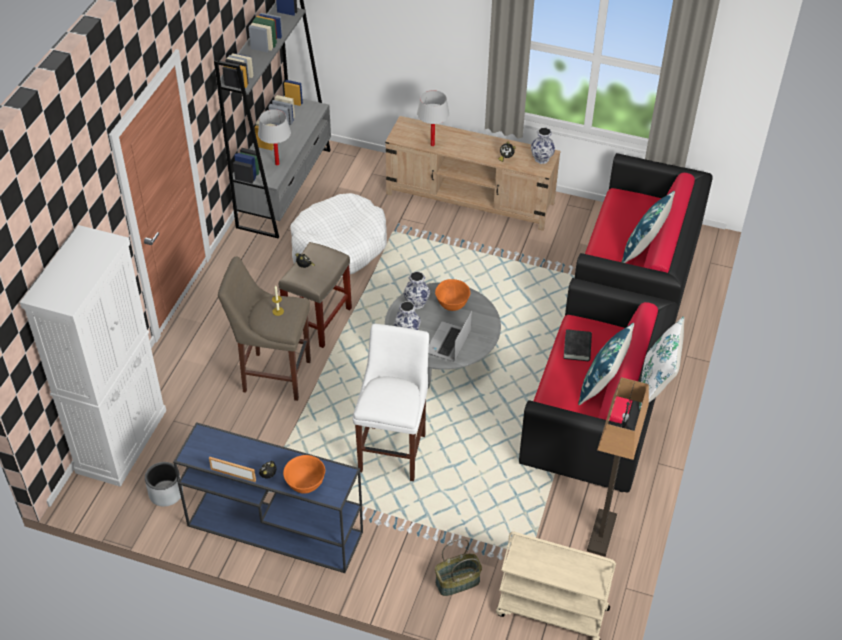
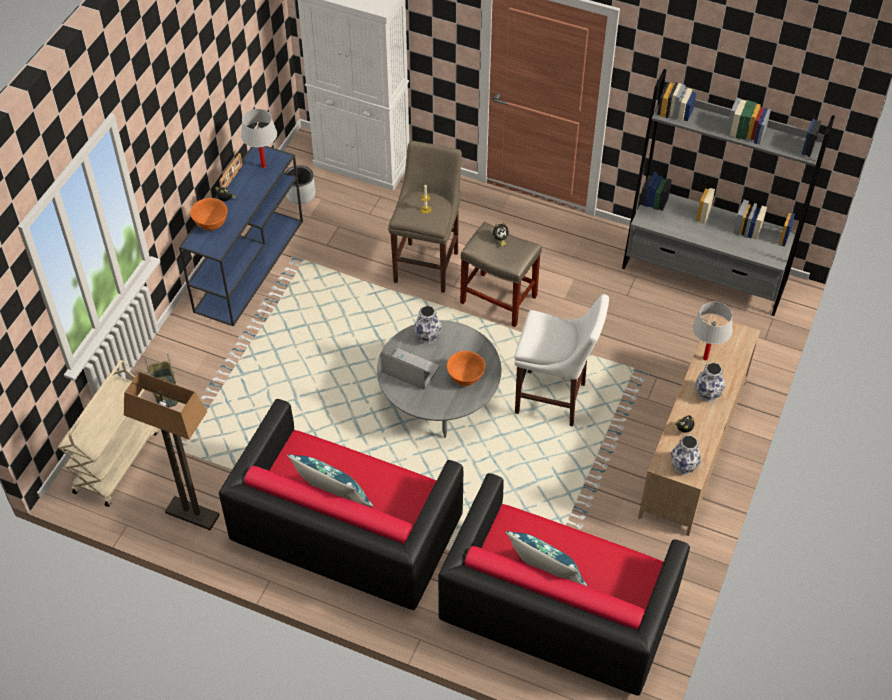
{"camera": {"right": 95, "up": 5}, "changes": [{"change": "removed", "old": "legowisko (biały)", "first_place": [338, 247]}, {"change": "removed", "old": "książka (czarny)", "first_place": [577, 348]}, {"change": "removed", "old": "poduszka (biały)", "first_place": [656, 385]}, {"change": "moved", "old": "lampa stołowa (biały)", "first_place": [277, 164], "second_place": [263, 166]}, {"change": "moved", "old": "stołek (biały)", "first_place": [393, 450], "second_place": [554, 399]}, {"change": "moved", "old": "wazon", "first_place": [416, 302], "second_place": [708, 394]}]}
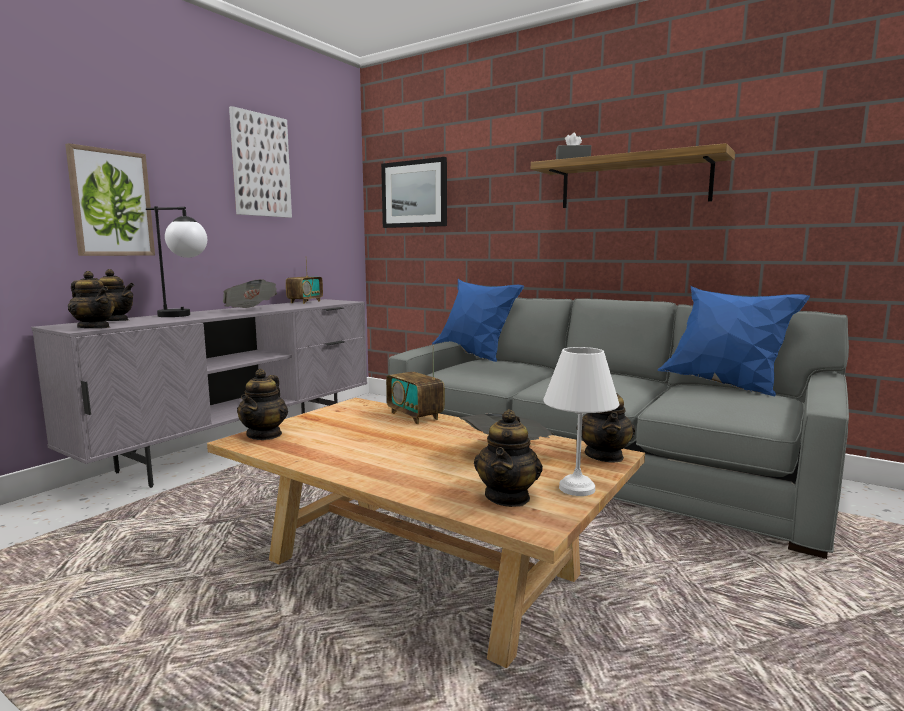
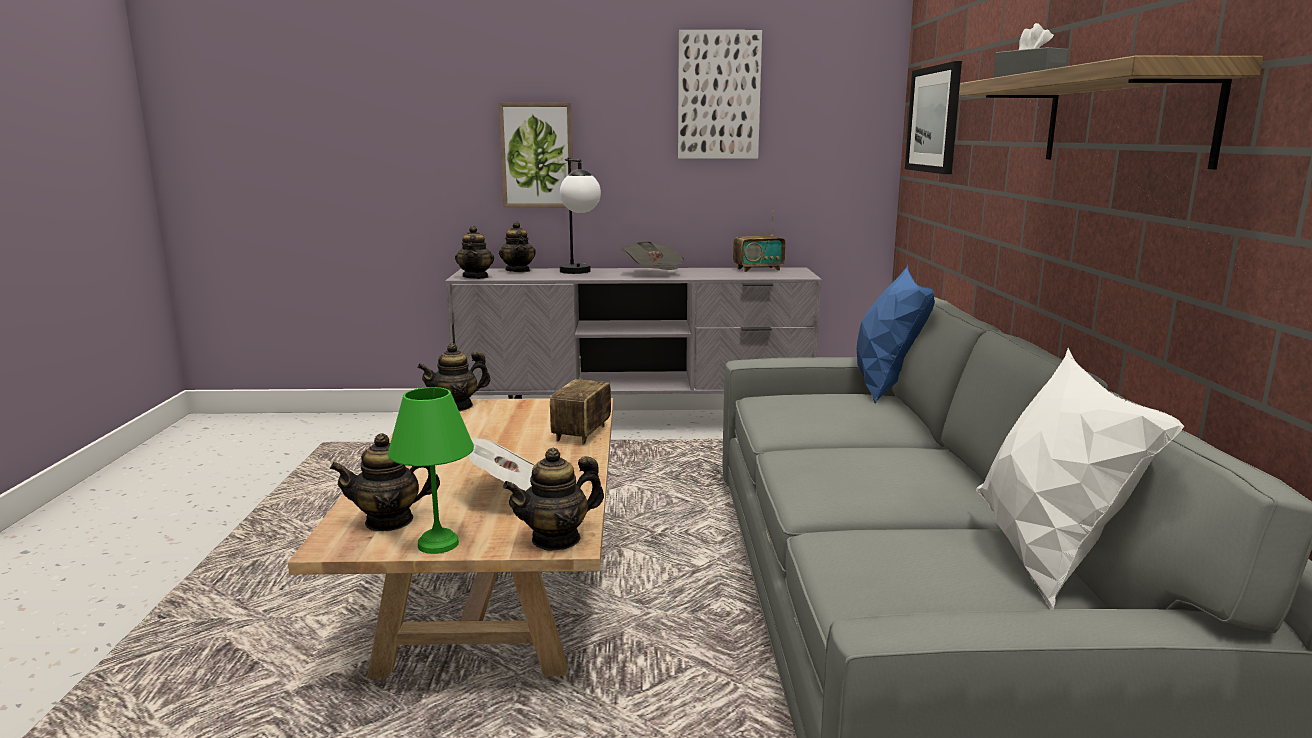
{"camera": {"right": 55, "up": 5}, "changes": [{"change": "recoloured", "old": "lampa stołowa (biały)", "new": "lampa stołowa (zielony)", "first_place": [577, 489], "second_place": [436, 544]}, {"change": "recoloured", "old": "poduszka (niebieski)", "new": "poduszka (biały)", "first_place": [724, 386], "second_place": [1044, 560]}]}
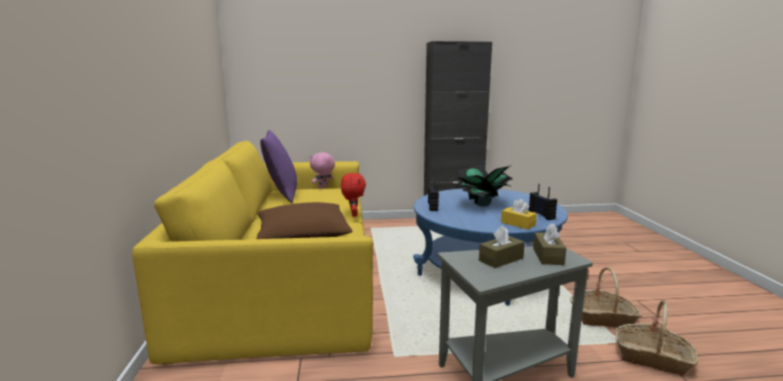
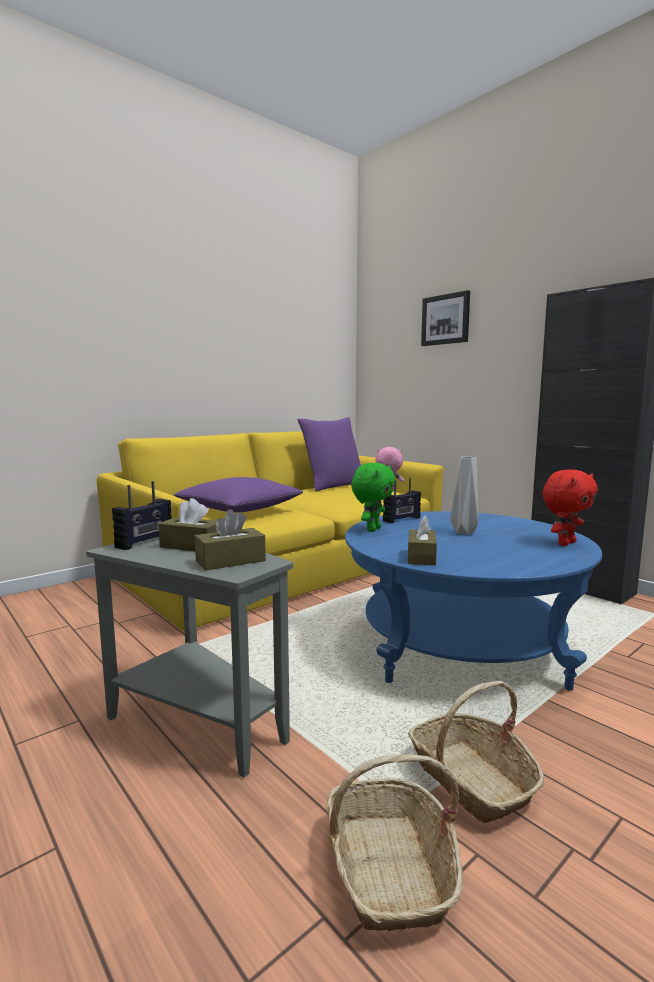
{"camera": {"right": 55, "up": -5}, "changes": [{"change": "added", "new": "pluszak (zielony)", "second_place": [372, 529]}, {"change": "added", "new": "obraz", "second_place": [445, 319]}, {"change": "moved", "old": "pluszak (czerwony)", "first_place": [353, 215], "second_place": [565, 543]}, {"change": "moved", "old": "radio", "first_place": [541, 215], "second_place": [145, 542]}, {"change": "replaced", "old": "roślina doniczkowa", "new": "wazon (szary)", "first_place": [482, 204], "second_place": [465, 533]}, {"change": "recoloured", "old": "poduszka (brązowy)", "new": "poduszka (fioletowy)", "first_place": [302, 235], "second_place": [239, 509]}, {"change": "recoloured", "old": "pudełko chusteczek (żółty)", "new": "pudełko chusteczek (brązowy)", "first_place": [518, 224], "second_place": [421, 557]}]}
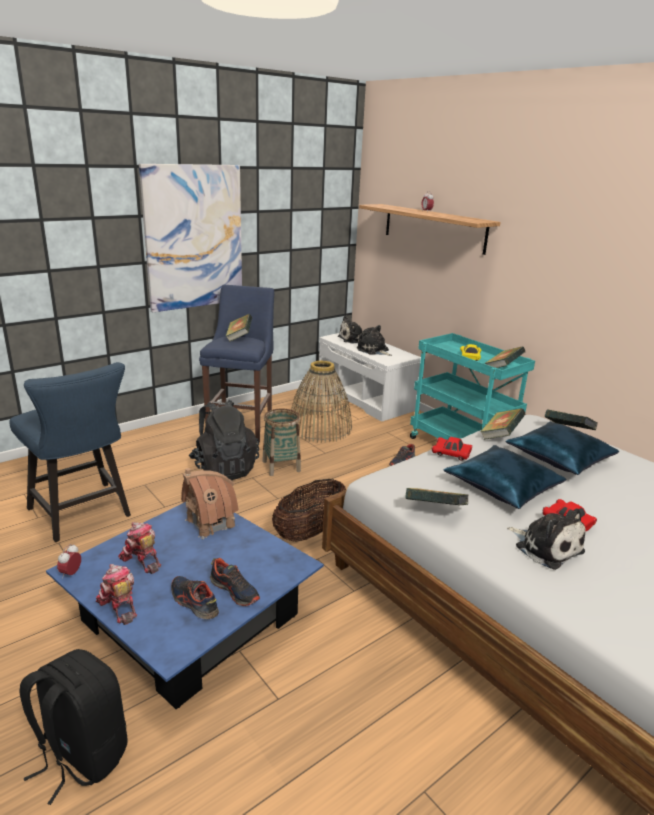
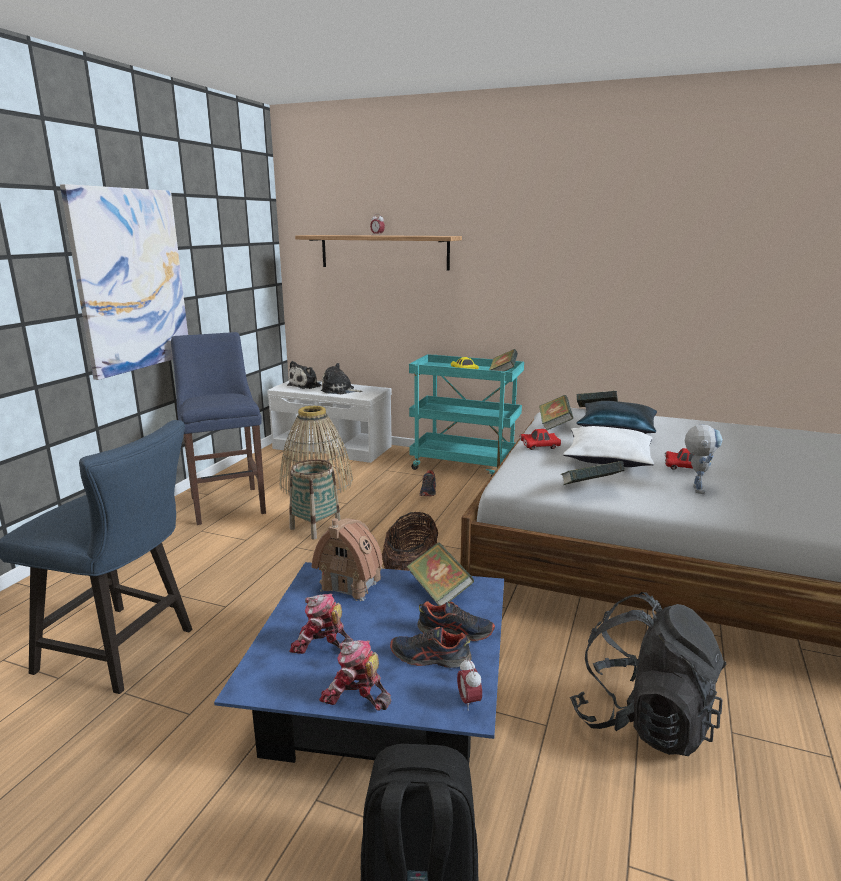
{"camera": {"right": -30, "up": -5}, "changes": [{"change": "moved", "old": "budzik", "first_place": [71, 573], "second_place": [469, 701]}, {"change": "moved", "old": "plecak (czarny)", "first_place": [224, 469], "second_place": [643, 721]}, {"change": "moved", "old": "książka", "first_place": [239, 338], "second_place": [439, 591]}, {"change": "replaced", "old": "pluszak", "new": "robot zabawkowy", "first_place": [546, 547], "second_place": [696, 487]}, {"change": "recoloured", "old": "poduszka (niebieski)", "new": "poduszka (biały)", "first_place": [502, 486], "second_place": [608, 458]}]}
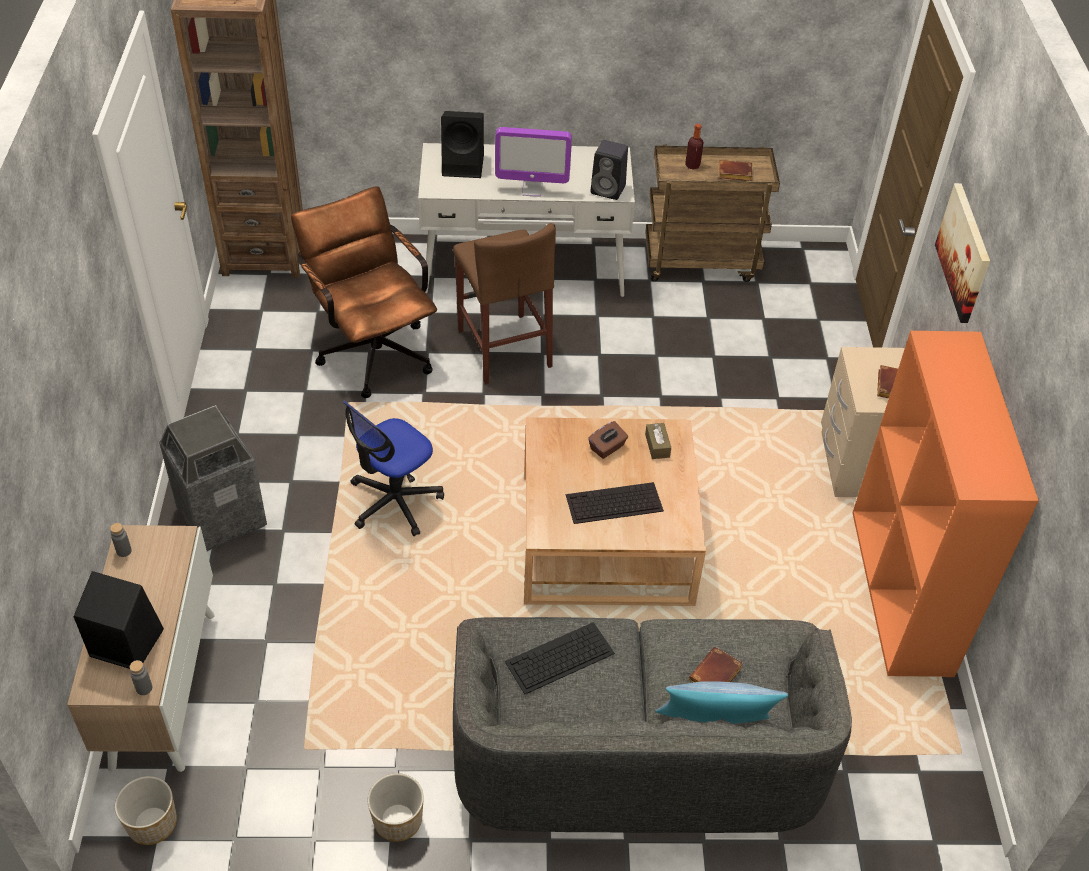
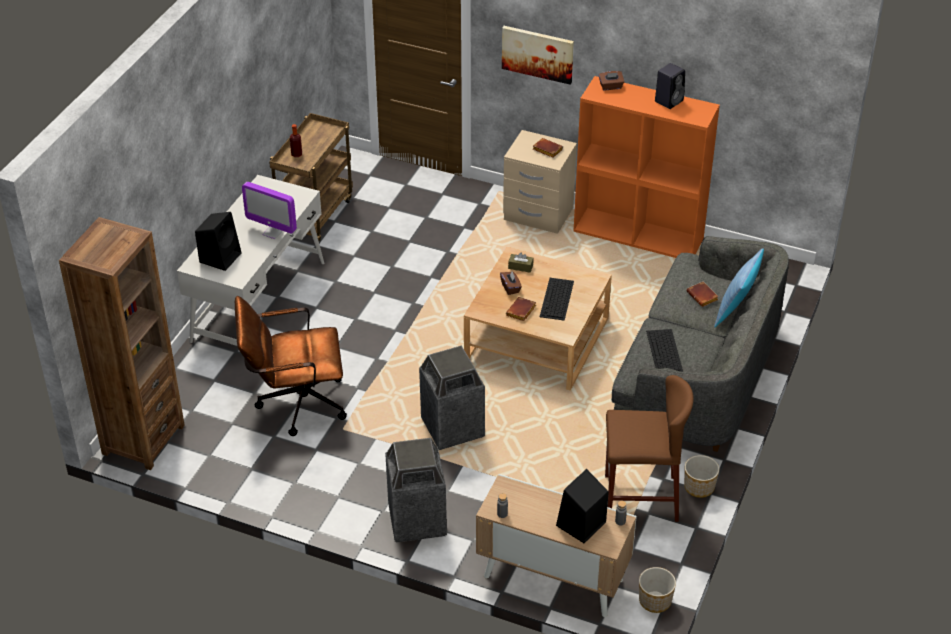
{"camera": {"right": -65, "up": -5}, "changes": [{"change": "added", "new": "pudełko chusteczek (brązowy)", "second_place": [611, 87]}, {"change": "moved", "old": "stołek (brązowy)", "first_place": [504, 348], "second_place": [640, 498]}, {"change": "moved", "old": "głośnik (czarny)", "first_place": [609, 190], "second_place": [669, 100]}, {"change": "moved", "old": "książka (brązowy)", "first_place": [733, 174], "second_place": [521, 312]}, {"change": "replaced", "old": "krzesło biurowe", "new": "kosz na śmieci", "first_place": [394, 502], "second_place": [452, 428]}, {"change": "turned", "old": "monitor", "first_place": [532, 190], "second_place": [272, 232], "degrees": 90}]}
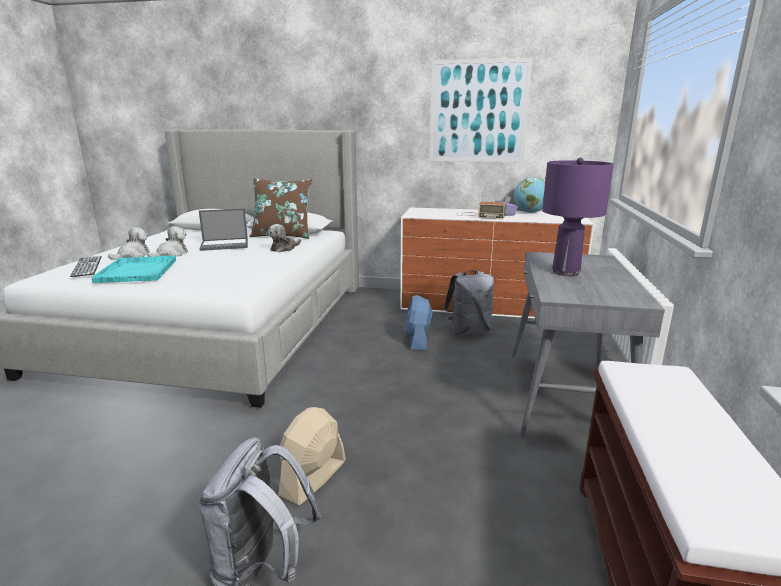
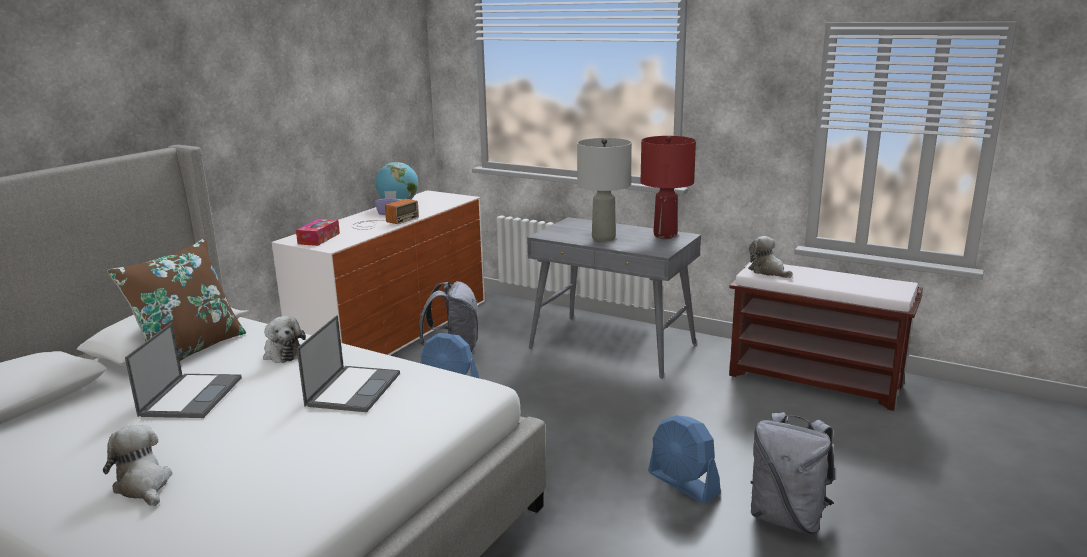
{"camera": {"right": -70, "up": 0}, "changes": [{"change": "removed", "old": "klawiatura", "first_place": [87, 266]}, {"change": "removed", "old": "taca (turkusowy)", "first_place": [138, 270]}, {"change": "removed", "old": "obraz", "first_place": [478, 111]}, {"change": "added", "new": "pudełko chusteczek", "second_place": [319, 238]}, {"change": "added", "new": "laptop", "second_place": [353, 389]}, {"change": "added", "new": "lampa stołowa (czerwony)", "second_place": [665, 235]}, {"change": "moved", "old": "pluszak", "first_place": [171, 254], "second_place": [768, 271]}, {"change": "recoloured", "old": "wentylator (beżowy)", "new": "wentylator (niebieski)", "first_place": [313, 478], "second_place": [683, 483]}, {"change": "recoloured", "old": "lampa stołowa (fioletowy)", "new": "lampa stołowa (szary)", "first_place": [565, 272], "second_place": [603, 238]}]}
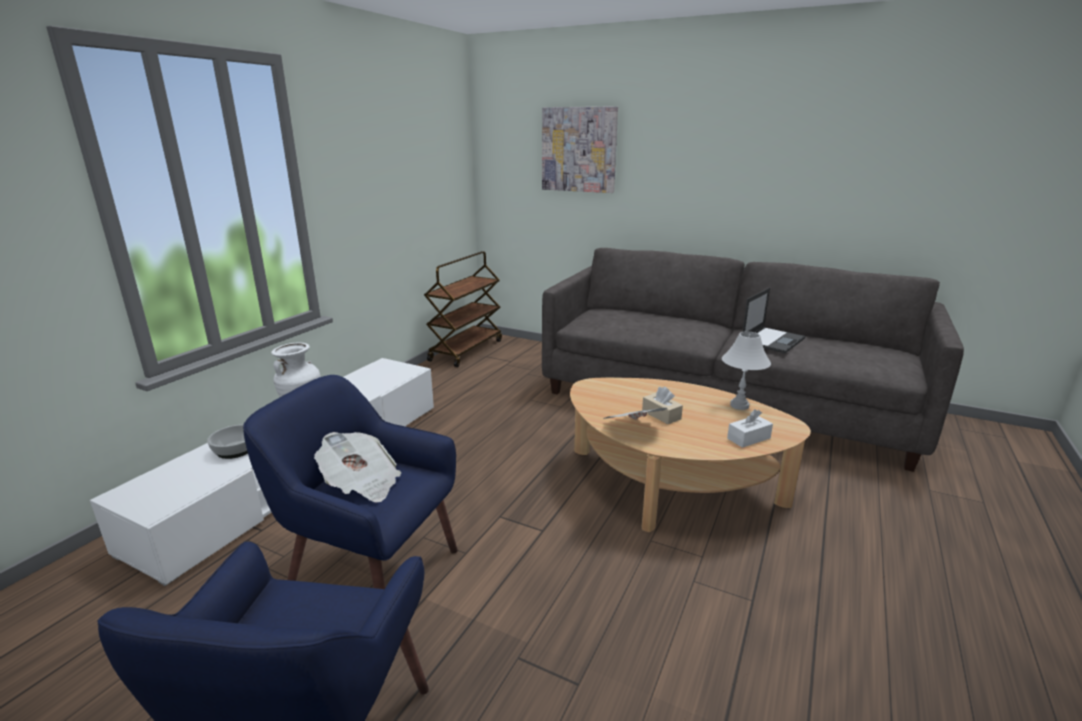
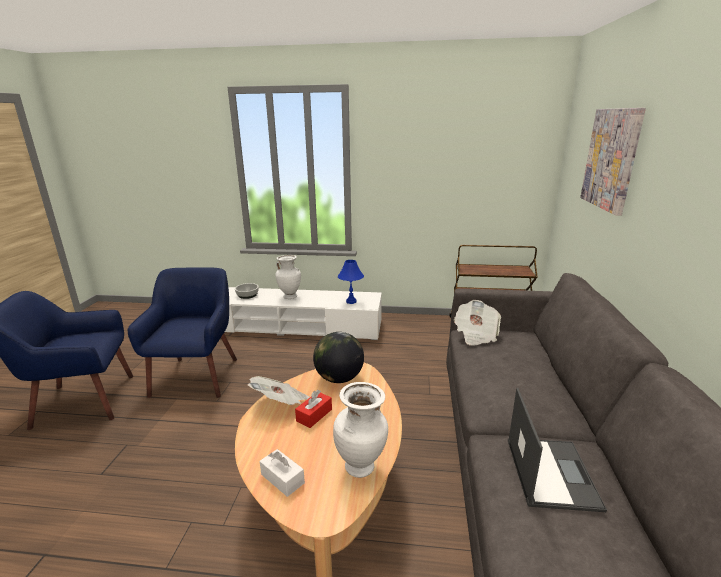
{"camera": {"right": 70, "up": 0}, "changes": [{"change": "added", "new": "globus", "second_place": [339, 378]}, {"change": "added", "new": "lampa stołowa (niebieski)", "second_place": [351, 301]}, {"change": "moved", "old": "gazeta", "first_place": [361, 484], "second_place": [475, 334]}, {"change": "replaced", "old": "lampa stołowa (biały)", "new": "wazon (biały)", "first_place": [739, 405], "second_place": [361, 468]}, {"change": "recoloured", "old": "pudełko chusteczek (beżowy)", "new": "pudełko chusteczek (czerwony)", "first_place": [661, 415], "second_place": [314, 415]}, {"change": "turned", "old": "laptop", "first_place": [772, 340], "second_place": [550, 472], "degrees": -105}]}
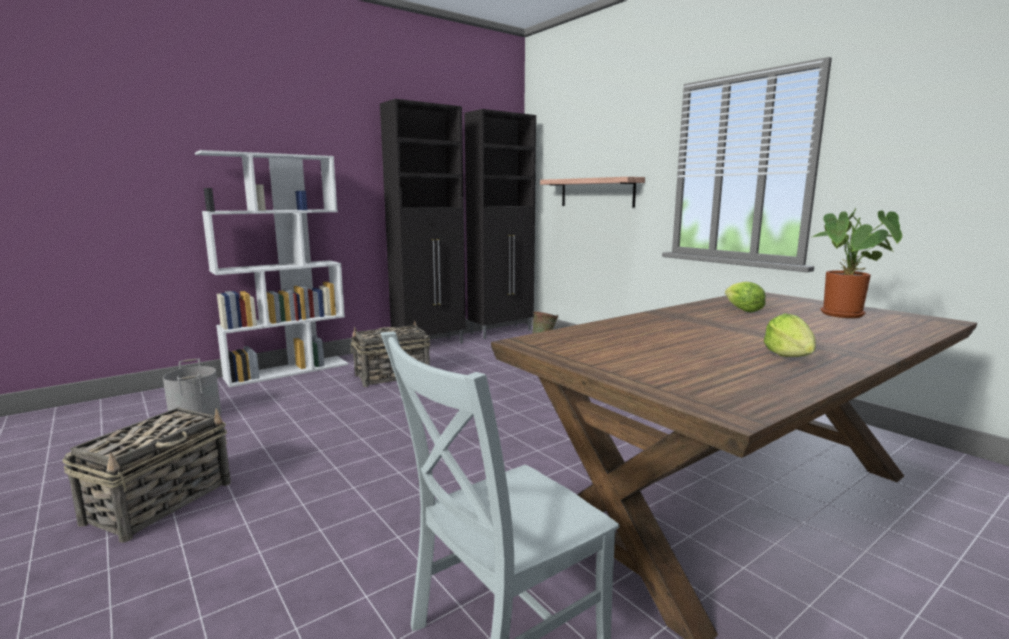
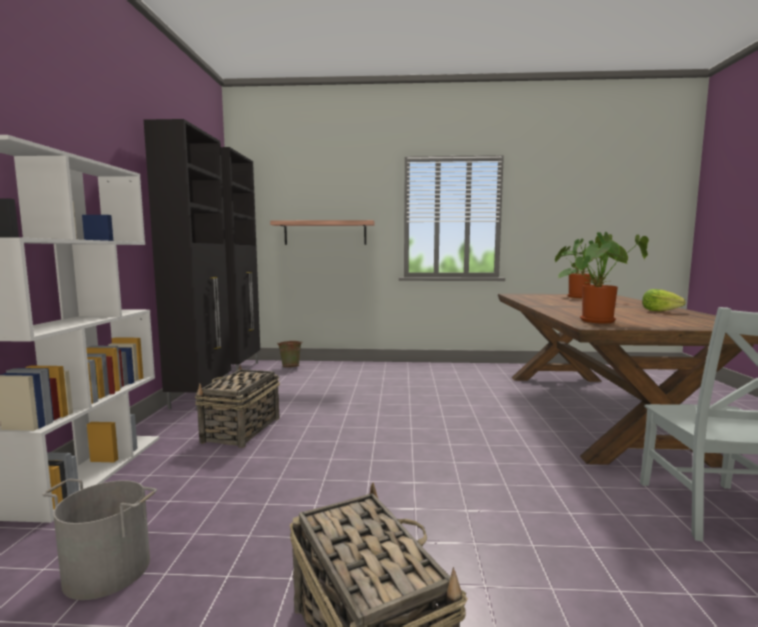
{"camera": {"right": -50, "up": -5}, "changes": [{"change": "removed", "old": "sałata", "first_place": [742, 310]}, {"change": "added", "new": "roślina doniczkowa", "second_place": [597, 320]}]}
